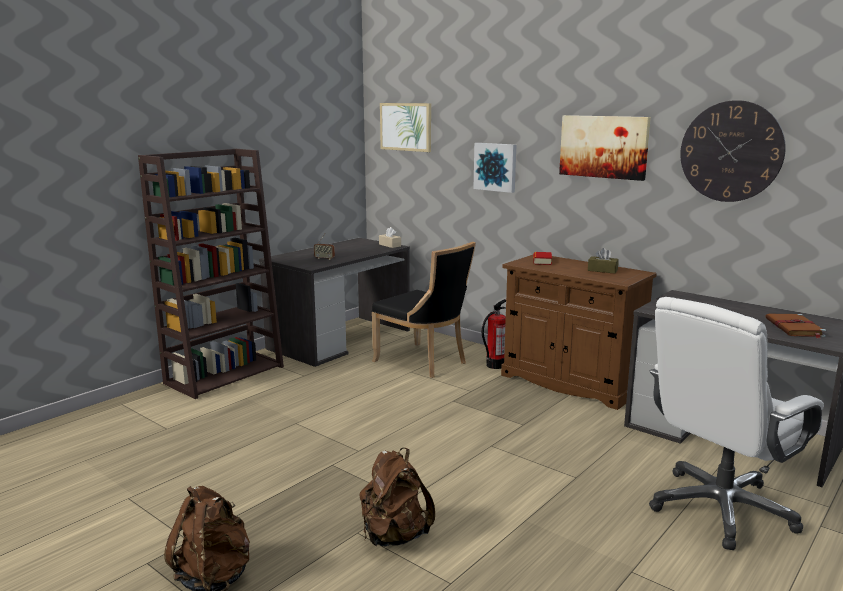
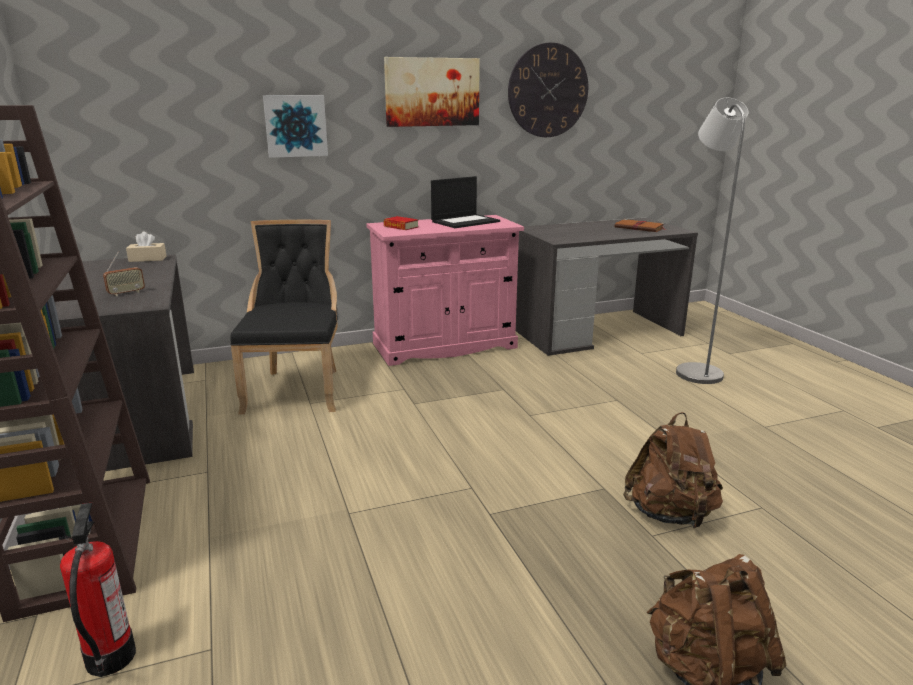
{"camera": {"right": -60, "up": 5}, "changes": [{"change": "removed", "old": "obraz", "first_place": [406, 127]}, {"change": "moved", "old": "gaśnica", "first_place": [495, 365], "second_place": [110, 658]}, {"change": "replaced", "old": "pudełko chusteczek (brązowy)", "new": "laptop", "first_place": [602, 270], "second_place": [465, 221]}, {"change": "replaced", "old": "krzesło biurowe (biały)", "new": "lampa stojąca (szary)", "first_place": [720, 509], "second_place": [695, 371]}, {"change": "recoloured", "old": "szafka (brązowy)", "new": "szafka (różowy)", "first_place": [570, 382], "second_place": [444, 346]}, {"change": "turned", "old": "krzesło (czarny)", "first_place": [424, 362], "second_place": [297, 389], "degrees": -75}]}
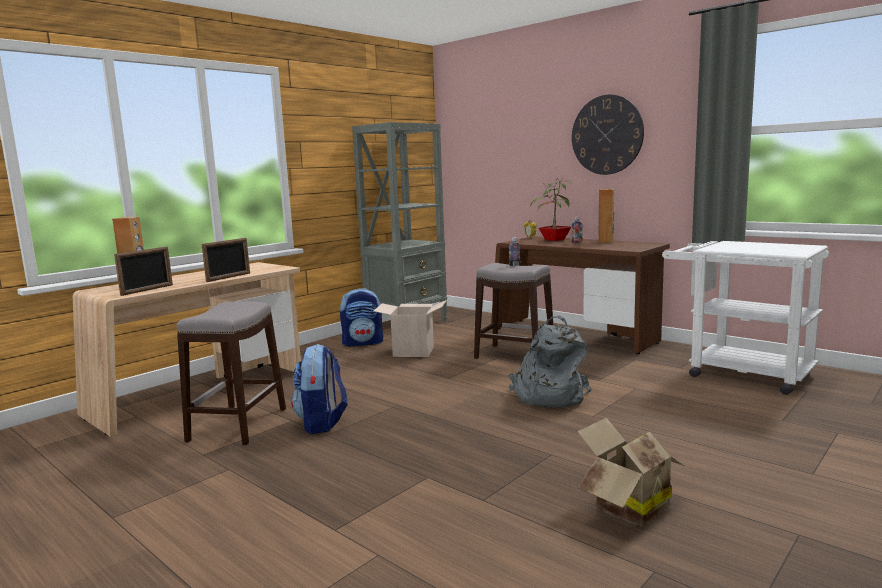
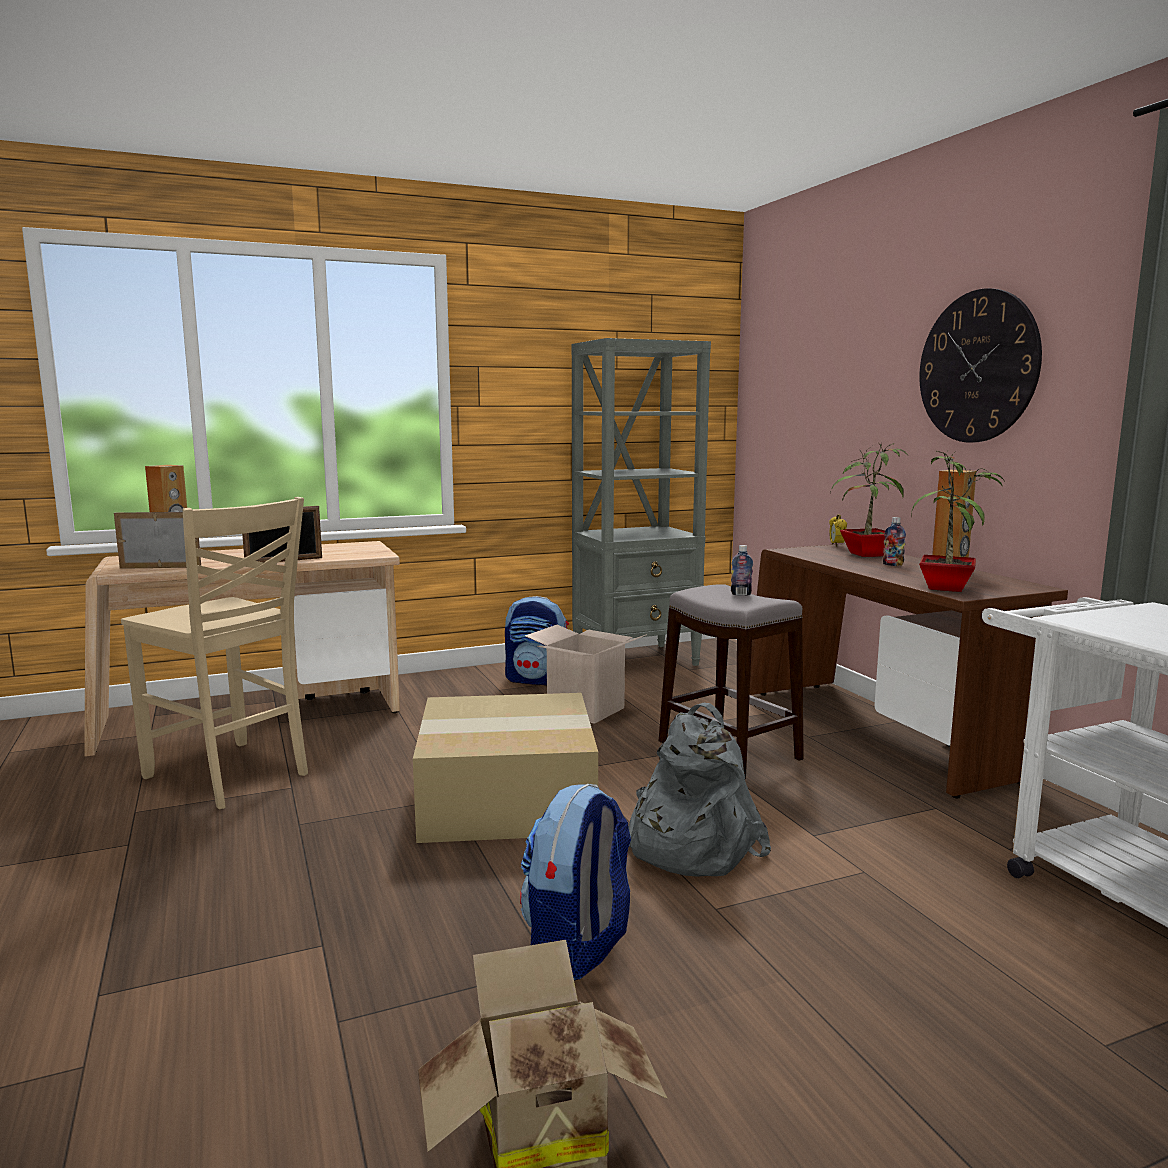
{"camera": {"right": 25, "up": 0}, "changes": [{"change": "added", "new": "karton", "second_place": [504, 800]}, {"change": "added", "new": "roślina doniczkowa", "second_place": [949, 588]}, {"change": "moved", "old": "plecak", "first_place": [322, 423], "second_place": [577, 949]}, {"change": "replaced", "old": "stołek (szary)", "new": "krzesło (beżowy)", "first_place": [239, 424], "second_place": [229, 776]}, {"change": "turned", "old": "ramka na zdjęcie", "first_place": [147, 290], "second_place": [161, 567], "degrees": -150}]}
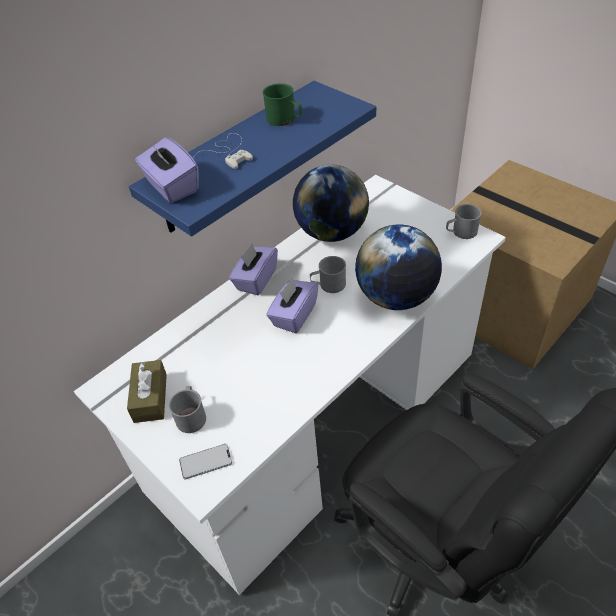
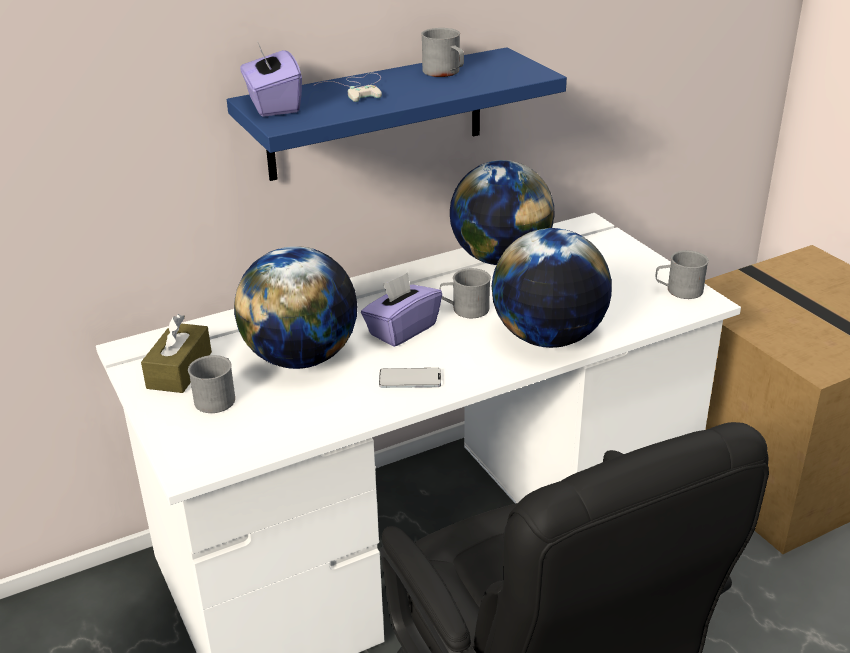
{"camera": {"right": 15, "up": -15}, "changes": [{"change": "removed", "old": "pudełko chusteczek (fioletowy)", "first_place": [256, 280]}, {"change": "added", "new": "globus", "second_place": [301, 358]}, {"change": "moved", "old": "telefon", "first_place": [206, 462], "second_place": [410, 379]}, {"change": "recoloured", "old": "kubek (zielony)", "new": "kubek (szary)", "first_place": [285, 120], "second_place": [445, 73]}]}
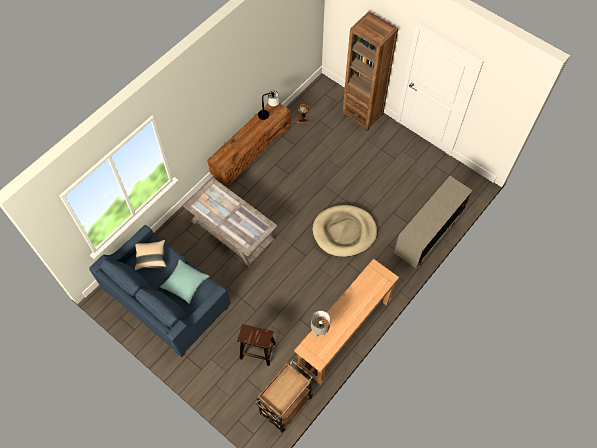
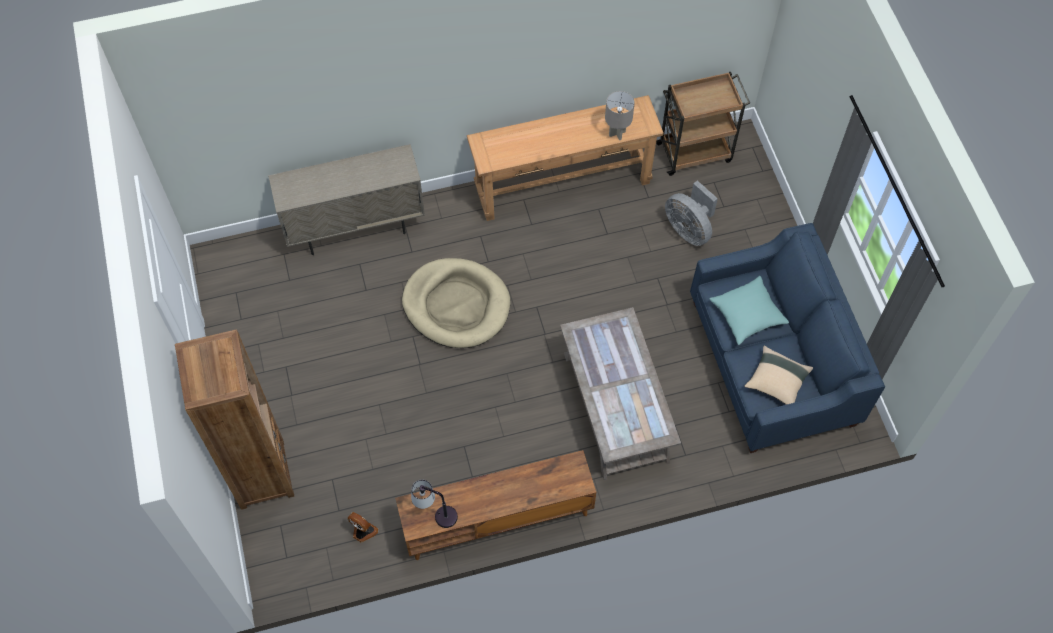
{"camera": {"right": -145, "up": 0}, "changes": [{"change": "replaced", "old": "stołek (brązowy)", "new": "wentylator (szary)", "first_place": [257, 351], "second_place": [689, 229]}]}
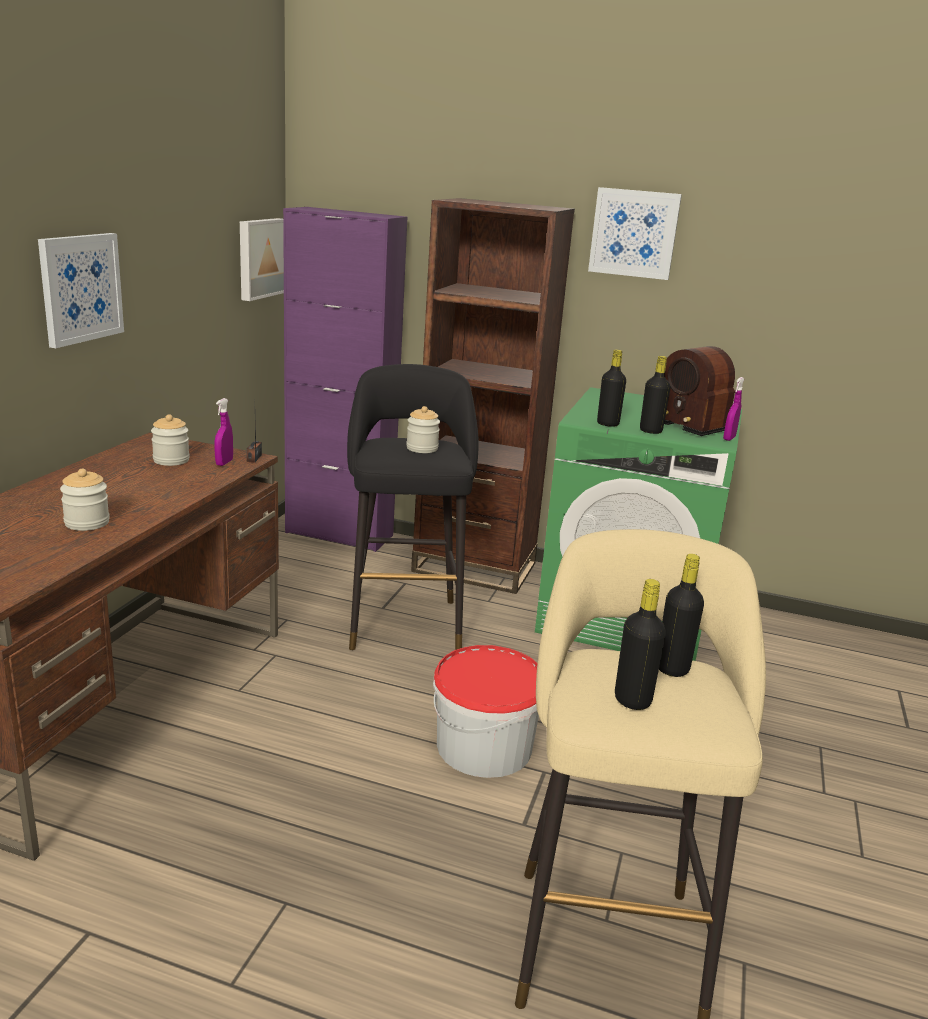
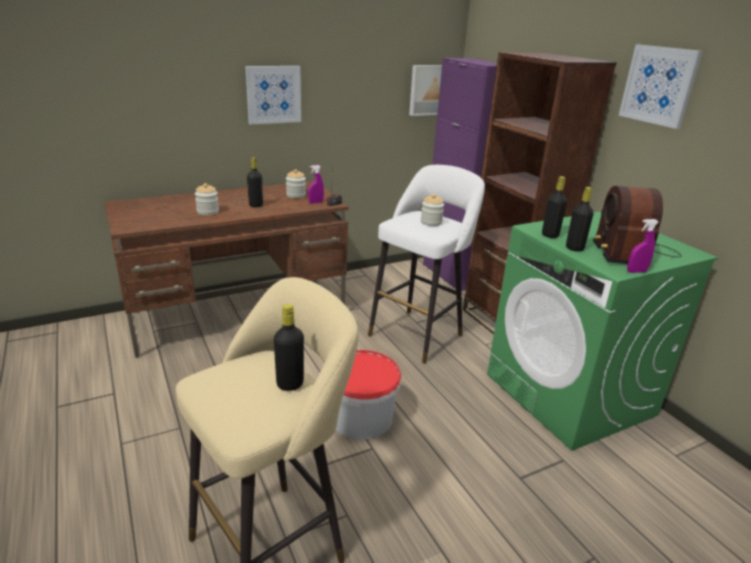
{"camera": {"right": 45, "up": 5}, "changes": [{"change": "moved", "old": "butelka (czarny)", "first_place": [632, 700], "second_place": [256, 205]}, {"change": "recoloured", "old": "stołek (czarny)", "new": "stołek (biały)", "first_place": [404, 620], "second_place": [419, 333]}]}
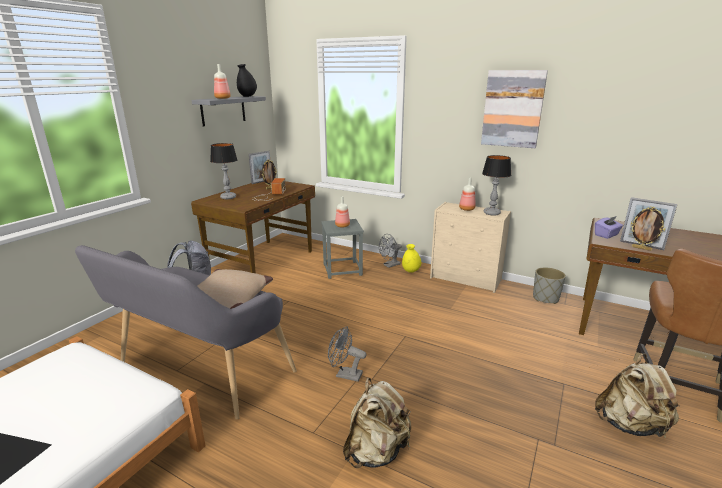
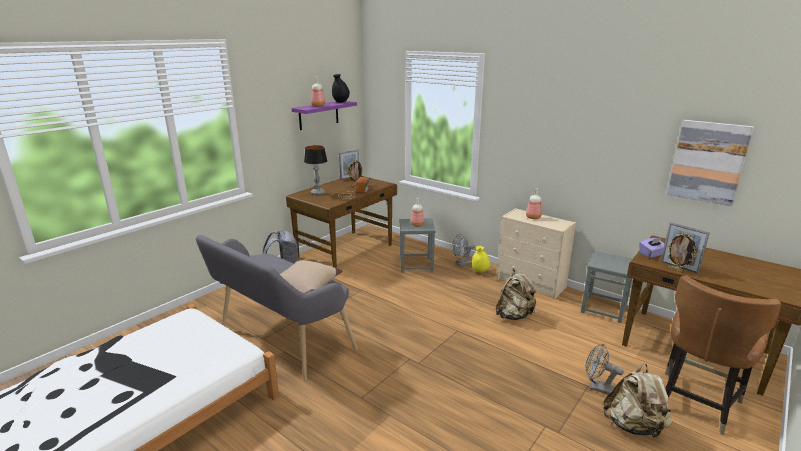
{"camera": {"right": 10, "up": 0}, "changes": [{"change": "removed", "old": "lampa stołowa", "first_place": [491, 213]}, {"change": "moved", "old": "wentylator (szary)", "first_place": [345, 374], "second_place": [597, 387]}, {"change": "moved", "old": "plecak (beżowy)", "first_place": [376, 451], "second_place": [514, 315]}, {"change": "moved", "old": "obraz", "first_place": [512, 109], "second_place": [708, 162]}, {"change": "replaced", "old": "donica (szary)", "new": "stołek (szary)", "first_place": [545, 298], "second_place": [604, 308]}, {"change": "recoloured", "old": "półka (szary)", "new": "półka (fioletowy)", "first_place": [223, 110], "second_place": [318, 115]}]}
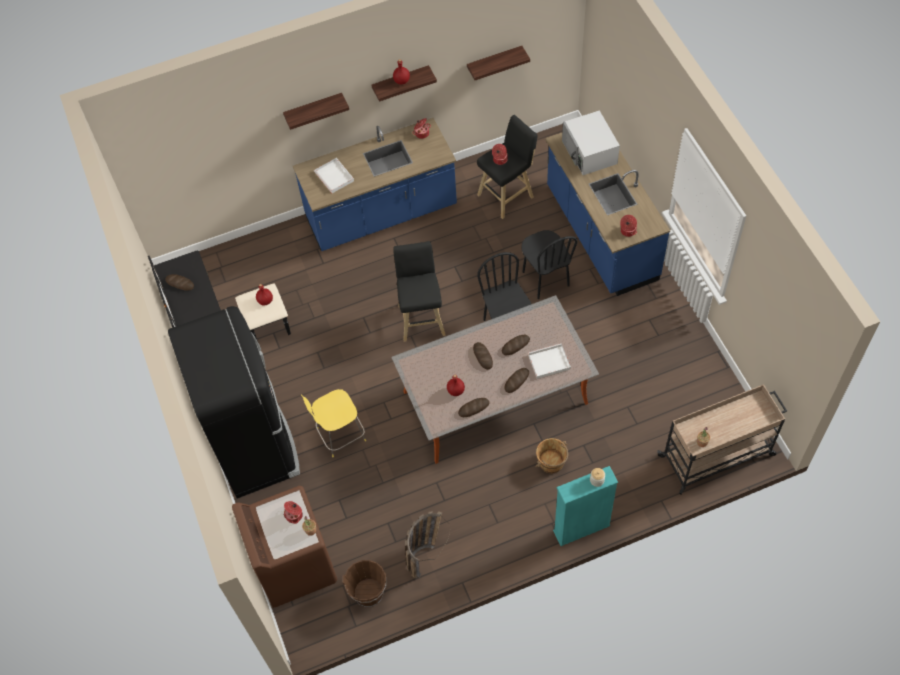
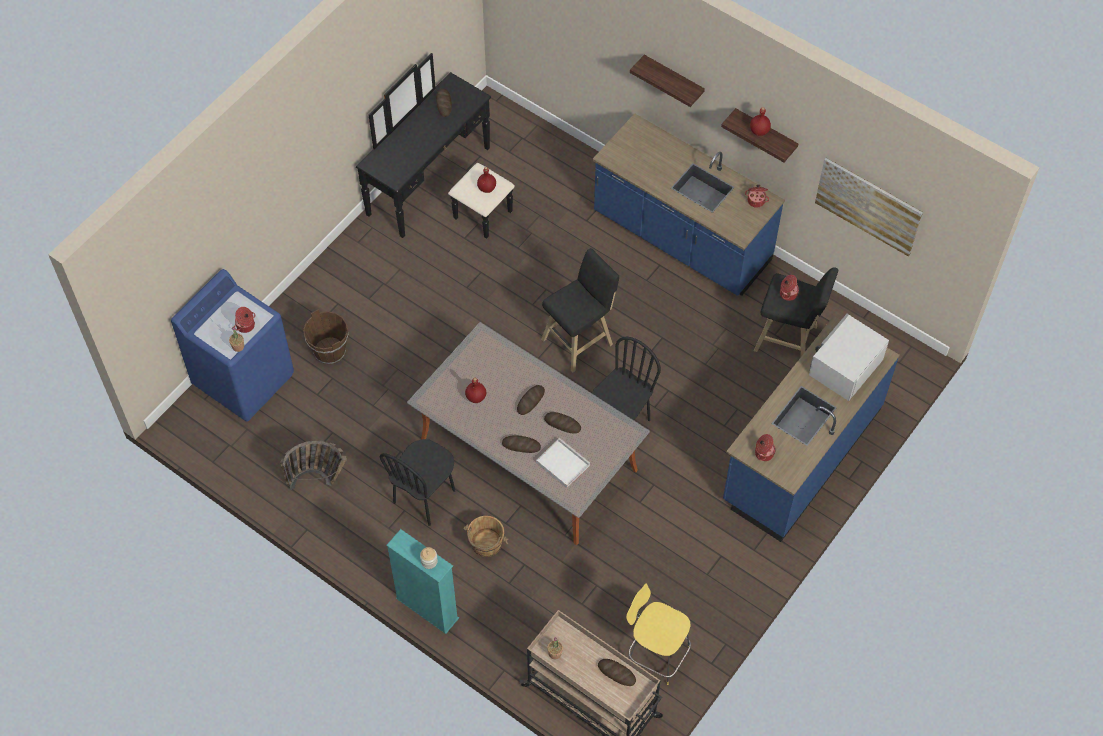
{"camera": {"right": 55, "up": 0}, "changes": [{"change": "removed", "old": "lodówka (czarny)", "first_place": [255, 444]}, {"change": "removed", "old": "taca (biały)", "first_place": [335, 177]}, {"change": "moved", "old": "stołek (żółty)", "first_place": [339, 435], "second_place": [656, 653]}, {"change": "moved", "old": "wiadro (brązowy)", "first_place": [368, 593], "second_place": [329, 351]}, {"change": "moved", "old": "chleb", "first_place": [473, 408], "second_place": [616, 673]}, {"change": "moved", "old": "krzesło (czarny)", "first_place": [545, 279], "second_place": [424, 497]}, {"change": "replaced", "old": "półka", "new": "obraz", "first_place": [494, 62], "second_place": [868, 206]}, {"change": "recoloured", "old": "pralka (brązowy)", "new": "pralka (niebieski)", "first_place": [295, 566], "second_place": [244, 379]}]}
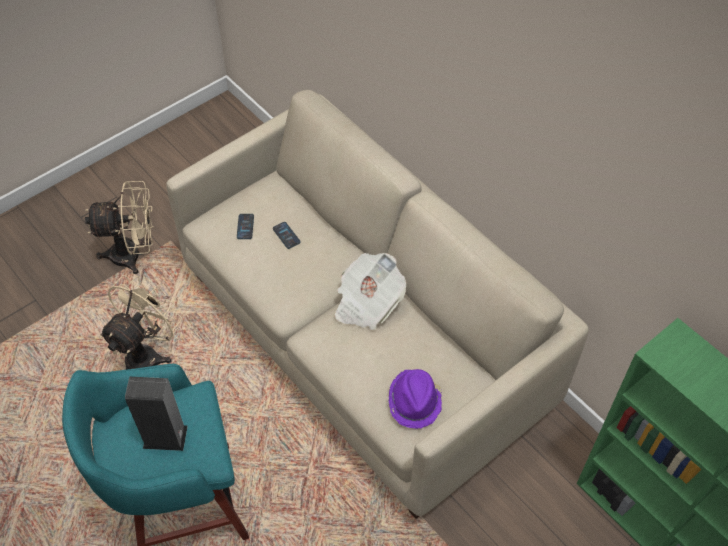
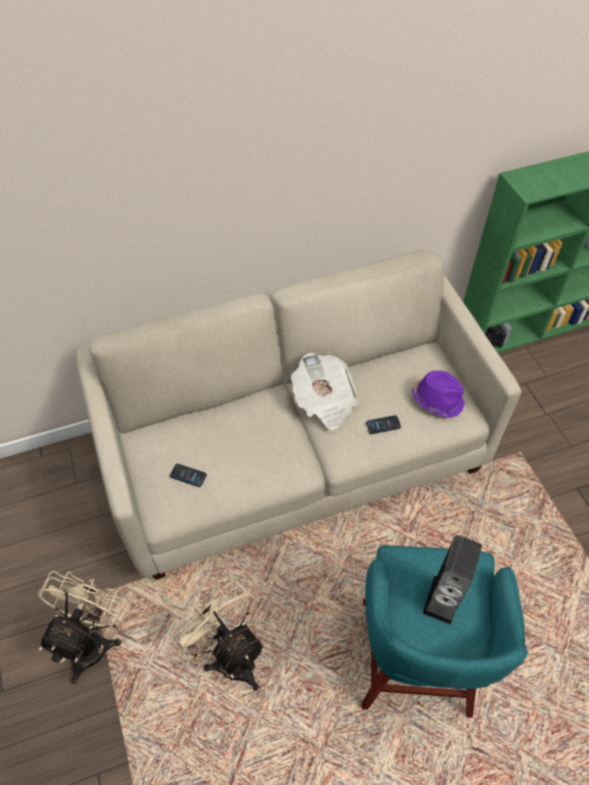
{"camera": {"right": -70, "up": 0}, "changes": [{"change": "moved", "old": "telefon", "first_place": [286, 235], "second_place": [383, 425]}]}
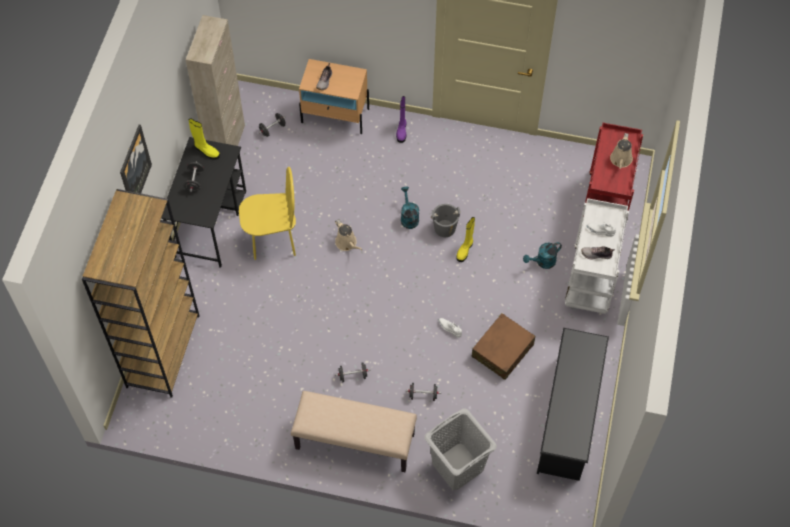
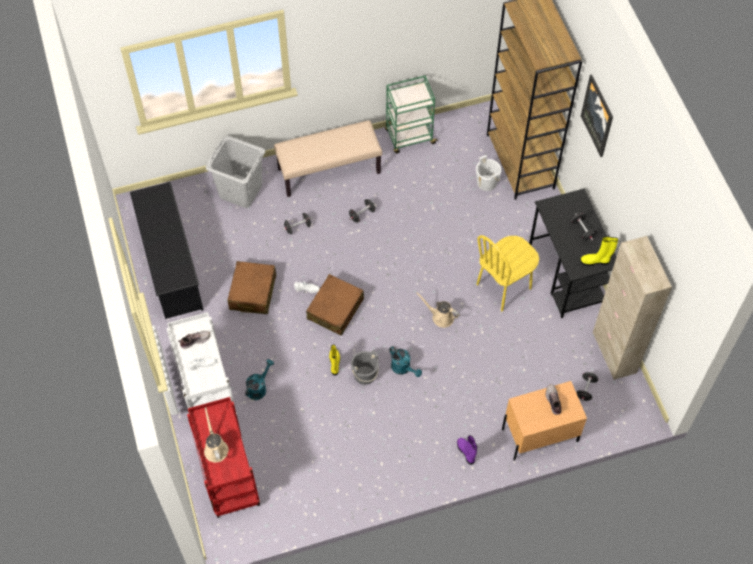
{"camera": {"right": 150, "up": 0}, "changes": [{"change": "added", "new": "walizka (brązowy)", "second_place": [335, 309]}, {"change": "added", "new": "wózek (zielony)", "second_place": [409, 137]}, {"change": "added", "new": "wiadro (biały)", "second_place": [486, 182]}]}
